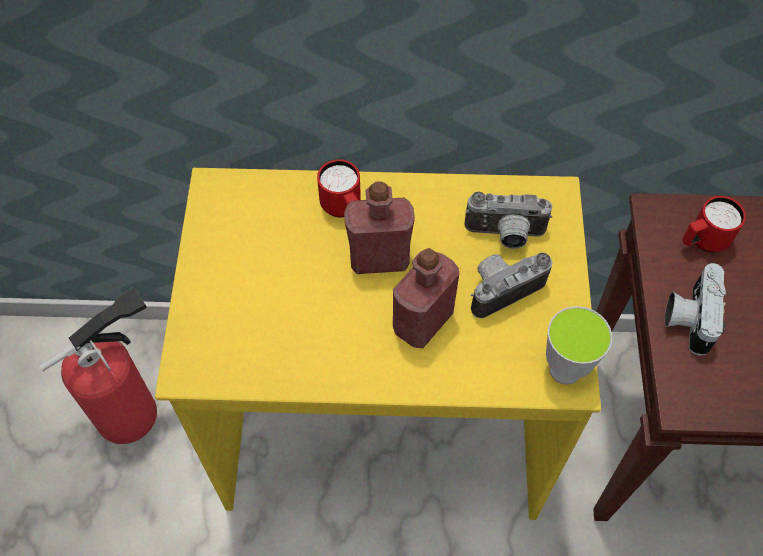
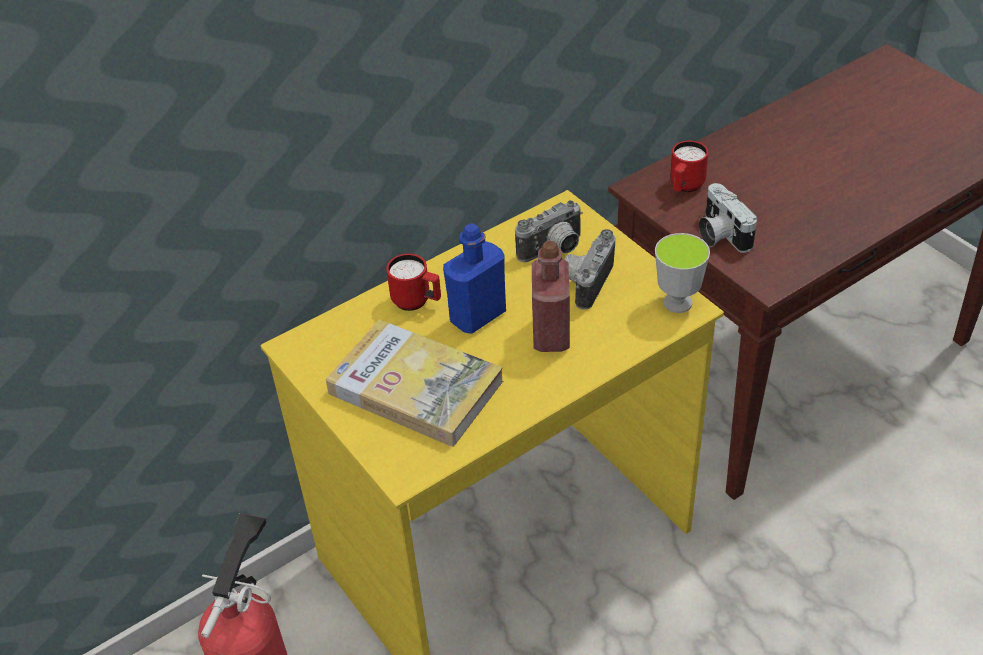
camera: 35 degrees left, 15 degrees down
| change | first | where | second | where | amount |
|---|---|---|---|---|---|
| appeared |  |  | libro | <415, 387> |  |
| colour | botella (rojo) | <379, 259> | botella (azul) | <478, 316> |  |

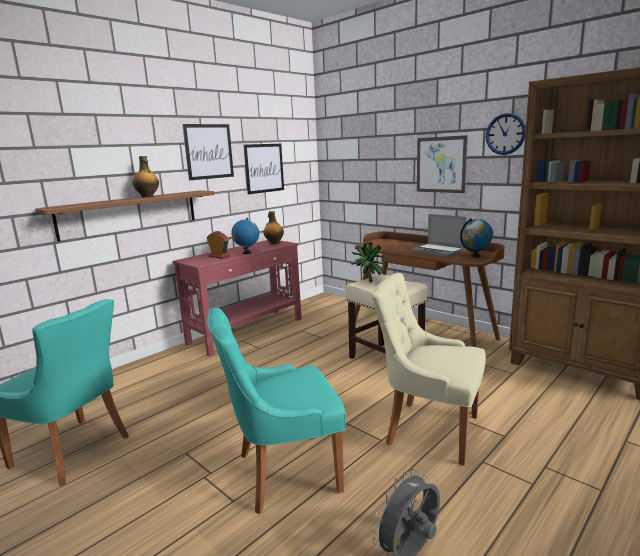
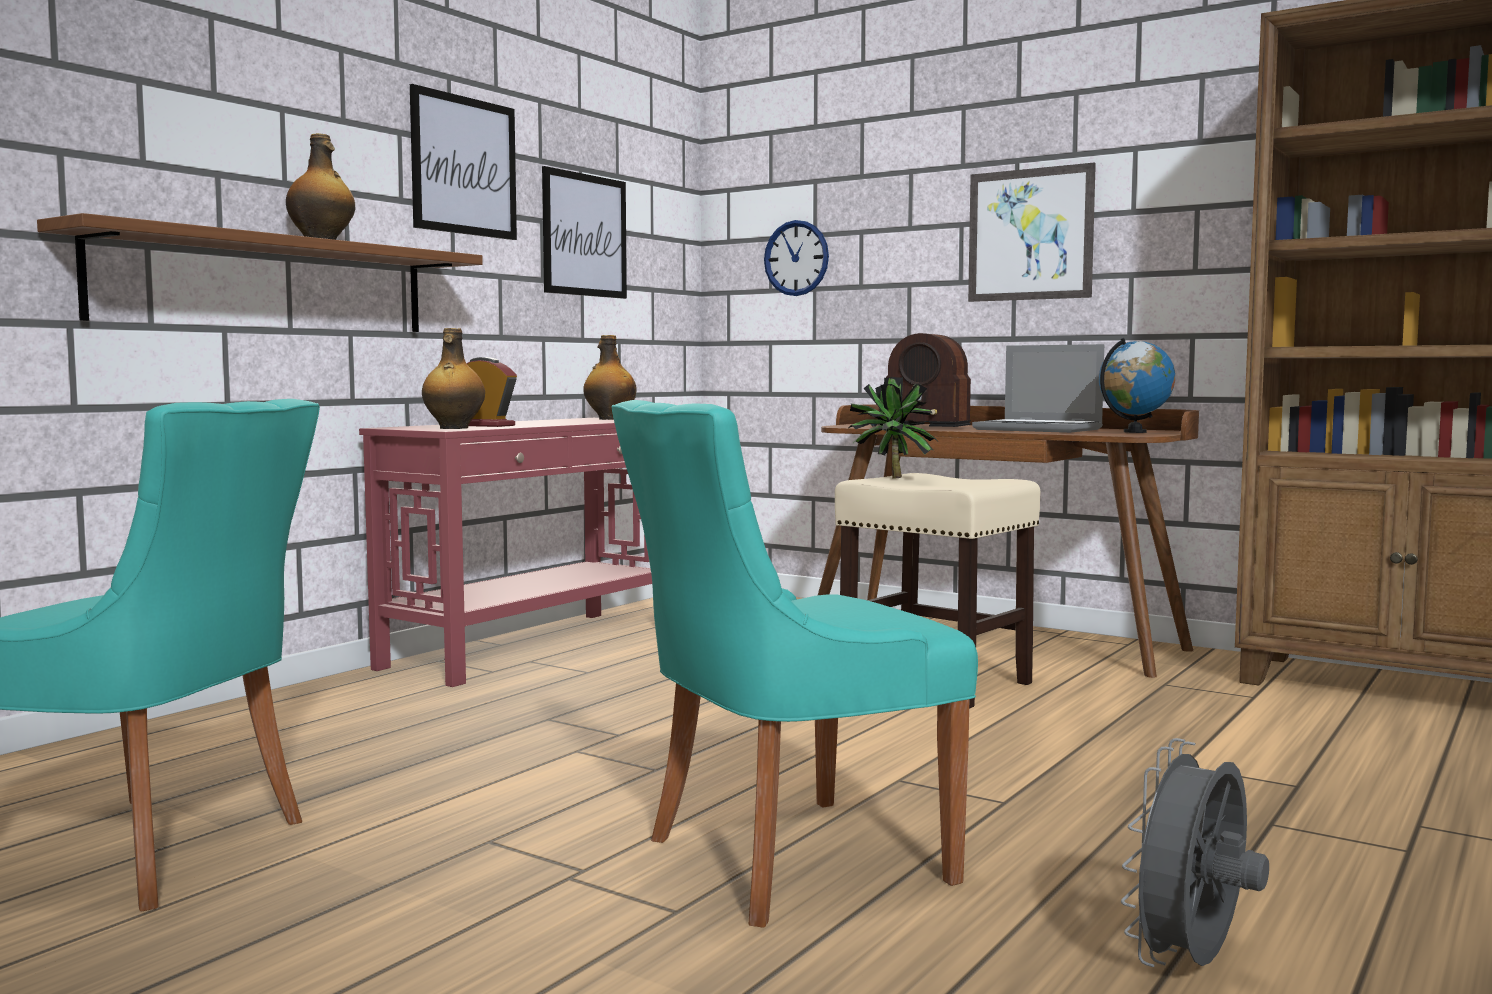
camera: 10 degrees left, 10 degrees down
| change | first | where | second | where | amount |
|---|---|---|---|---|---|
| missing | globo terráqueo | <247, 253> |  |  |  |
| missing | silla (beis) | <428, 429> |  |  |  |
| appeared |  |  | botella | <453, 428> |  |
| appeared |  |  | radio | <920, 427> |  |
| relocated | reloj de pared | <505, 134> |  | <796, 258> |  |

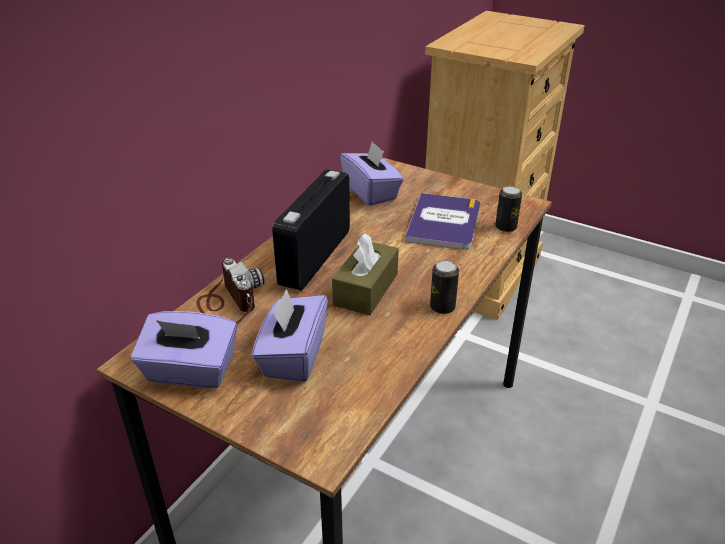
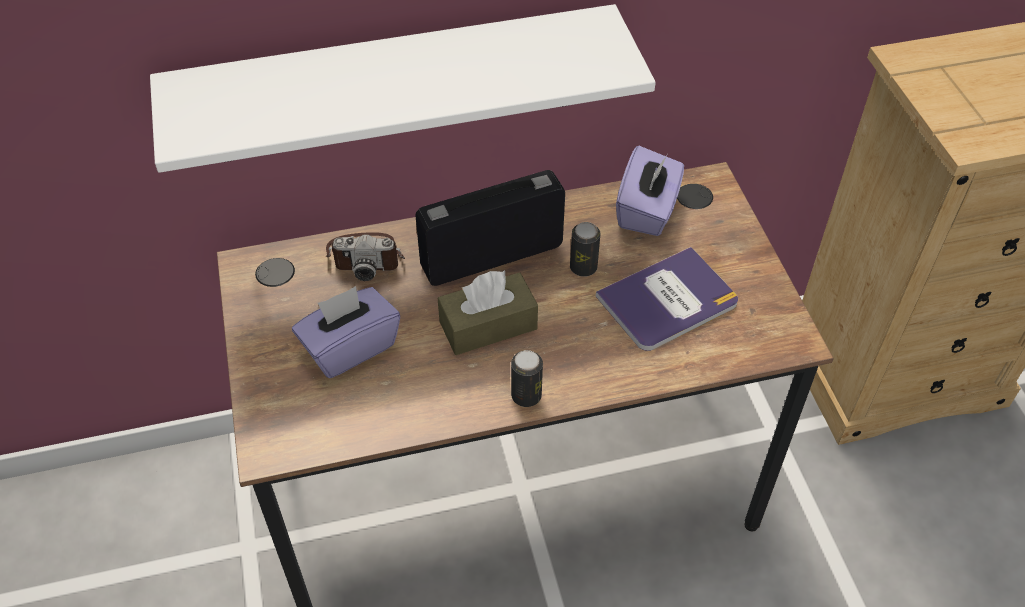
camera: 45 degrees right, 15 degrees up
| change | first | where | second | where | amount |
|---|---|---|---|---|---|
| missing | caja de pañuelos (morado) | <190, 371> |  |  |  |
| appeared |  |  | estante (blanco) | <395, 86> |  |
| relocated | lata | <505, 227> |  | <583, 267> |  |
| spun | cámara | <228, 303> |  | <366, 256> | 75 degrees clockwise |

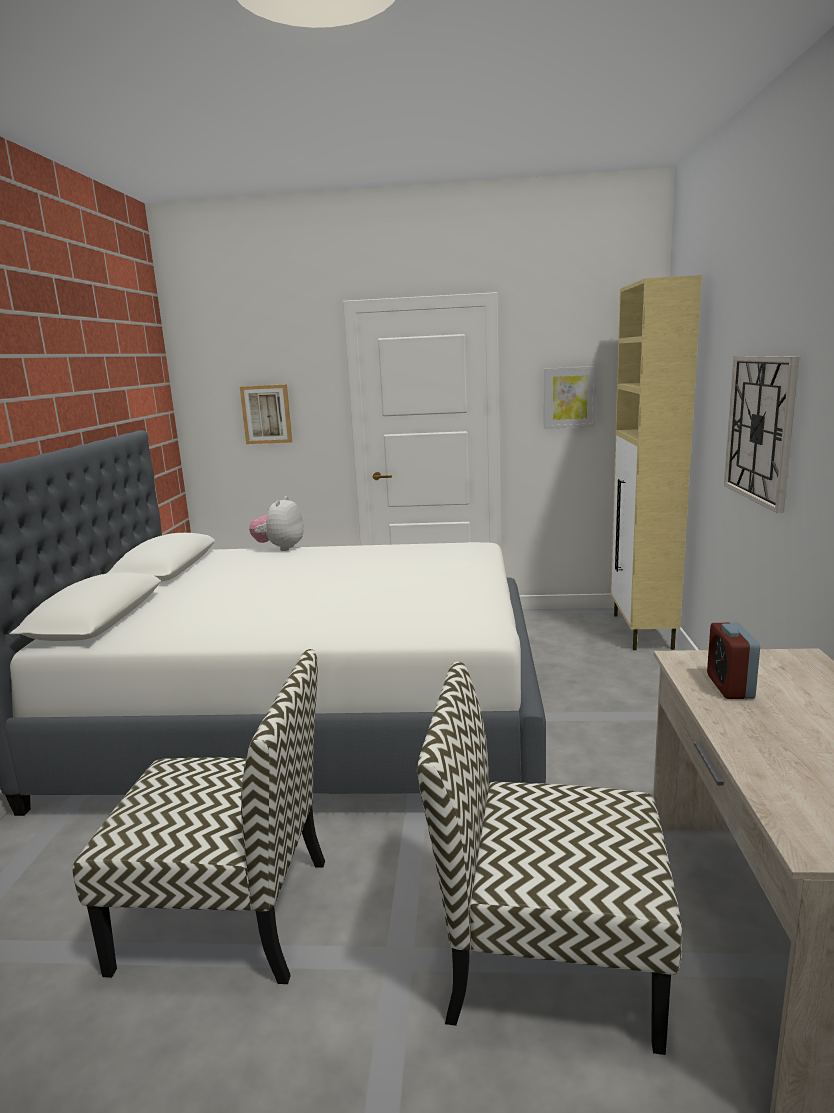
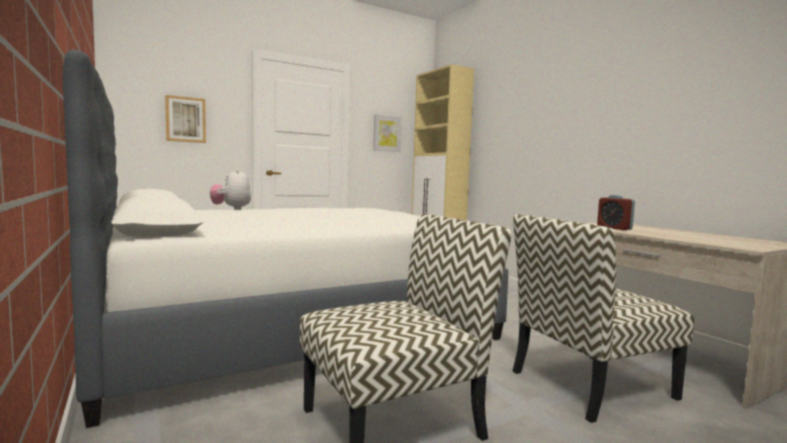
camera: 35 degrees left, 10 degrees down
| change | first | where | second | where | amount |
|---|---|---|---|---|---|
| missing | reloj de pared | <760, 429> |  |  |  |

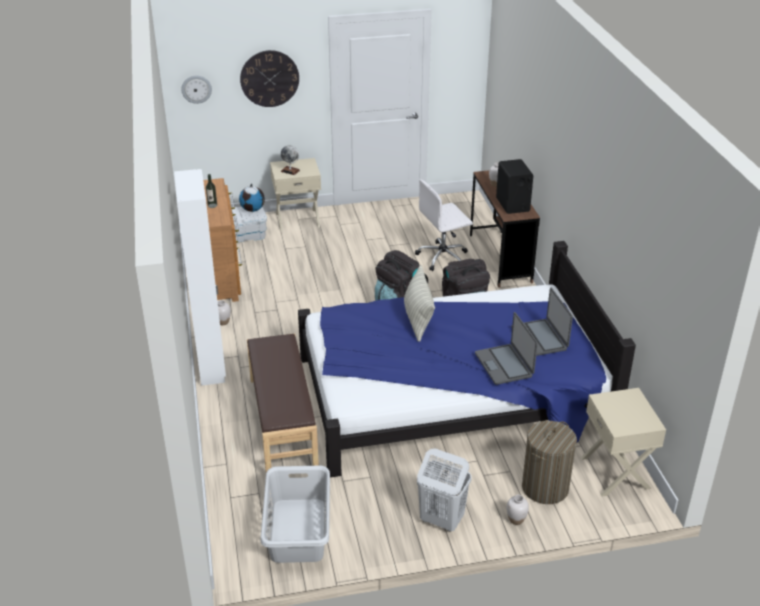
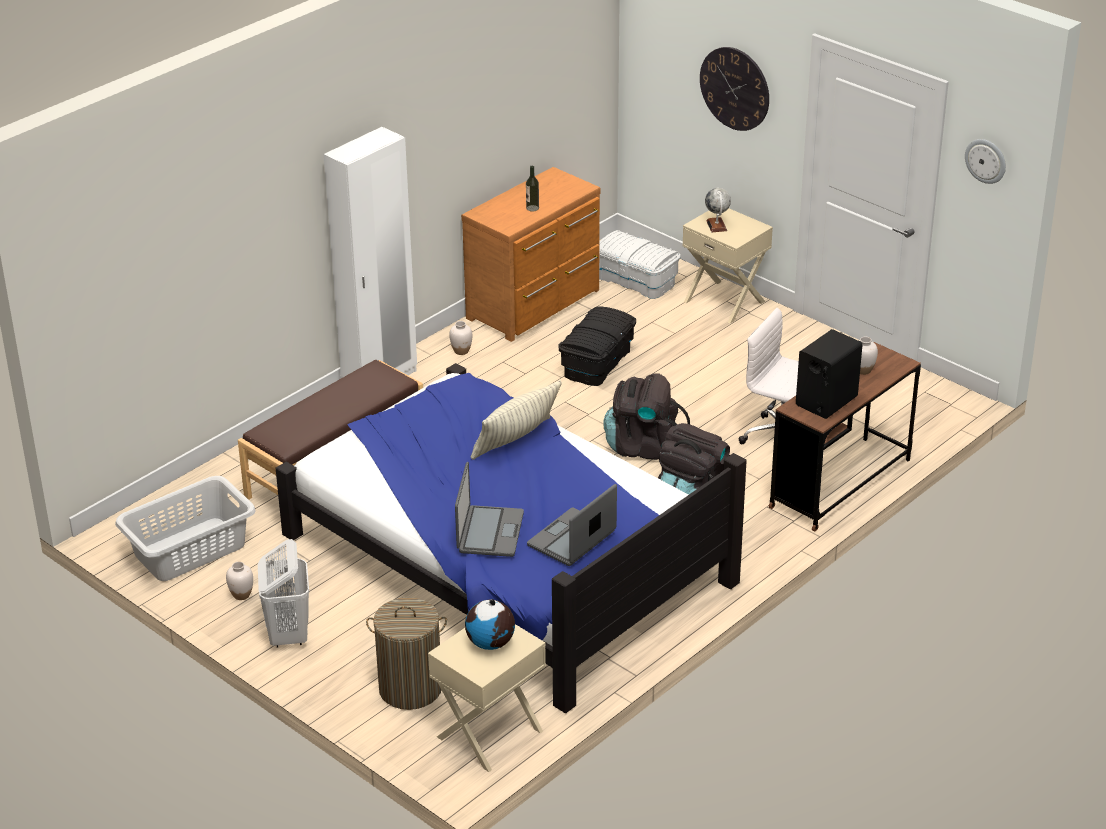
camera: 55 degrees right, 0 degrees up
| change | first | where | second | where | amount |
|---|---|---|---|---|---|
| appeared |  |  | caja de almacenaje (negro) | <597, 363> |  |
| relocated | reloj de pared | <196, 89> |  | <986, 160> |  |
| relocated | globo terráqueo | <253, 209> |  | <491, 643> |  |
| relocated | florero (blanco) | <516, 520> |  | <241, 595> |  |
| spun | portátil | <504, 365> |  | <489, 532> | 150 degrees clockwise |

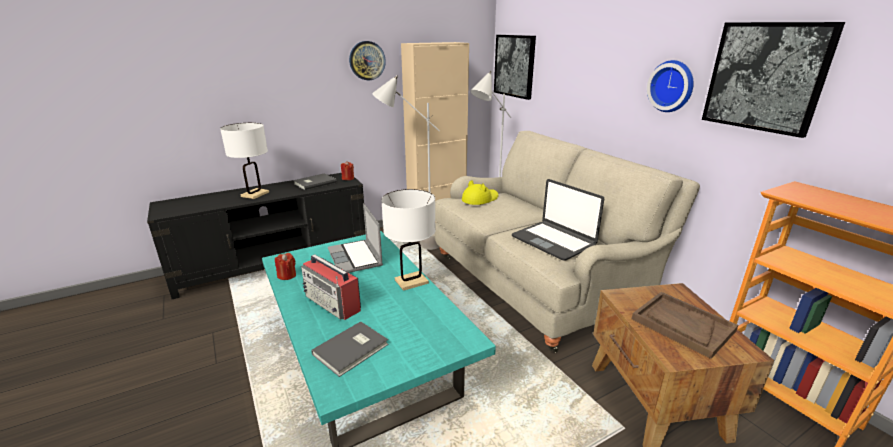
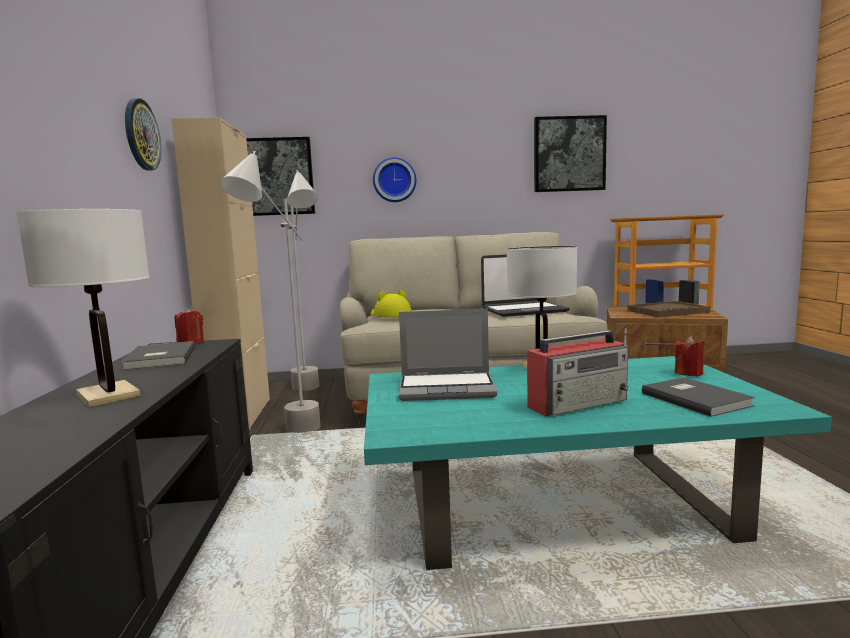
camera: 65 degrees left, 15 degrees down
| change | first | where | second | where | amount |
|---|---|---|---|---|---|
| relocated | vela (rojo) | <287, 275> |  | <688, 373> |  |
| relocated | reloj de pared | <672, 86> |  | <394, 180> |  |

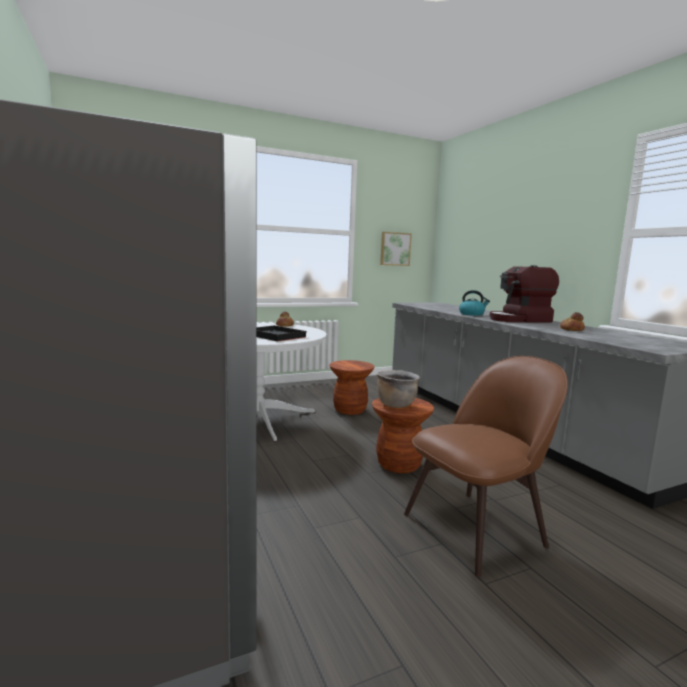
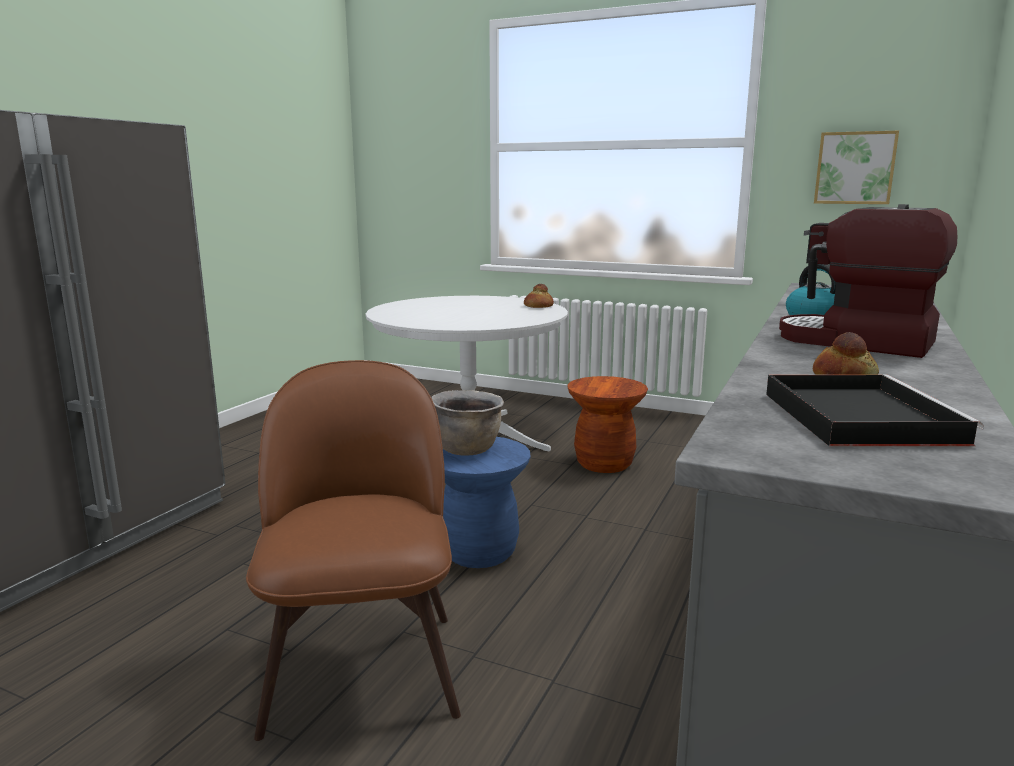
camera: 50 degrees right, 5 degrees up
| change | first | where | second | where | amount |
|---|---|---|---|---|---|
| relocated | bandeja (negro) | <275, 336> |  | <856, 416> |  |
| colour | taburete (marrón) | <399, 464> | taburete (azul) | <479, 552> |  |
| spun | silla (marrón) | <477, 528> |  | <363, 665> | 120 degrees counterclockwise |

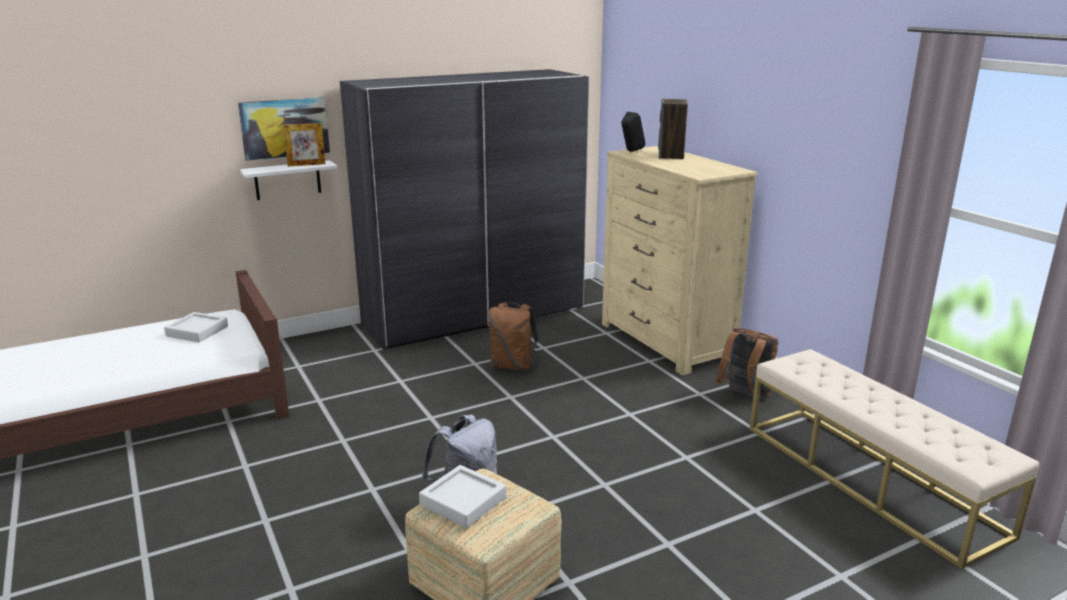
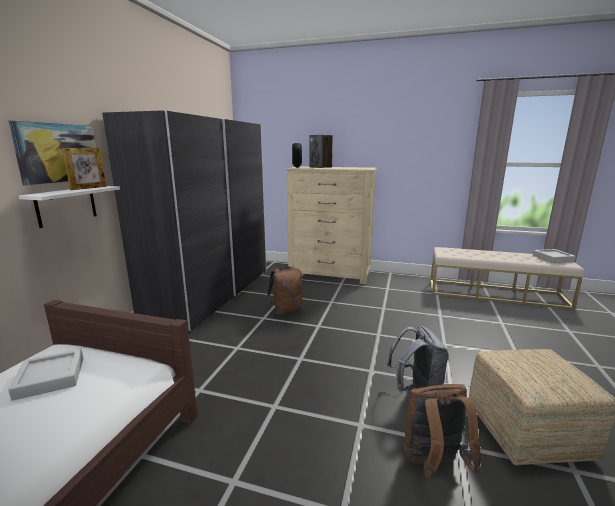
camera: 45 degrees left, 5 degrees down
| change | first | where | second | where | amount |
|---|---|---|---|---|---|
| relocated | bandeja (gris) | <463, 501> |  | <552, 258> |  |
| relocated | mochila (marrón) | <744, 396> |  | <433, 465> |  |

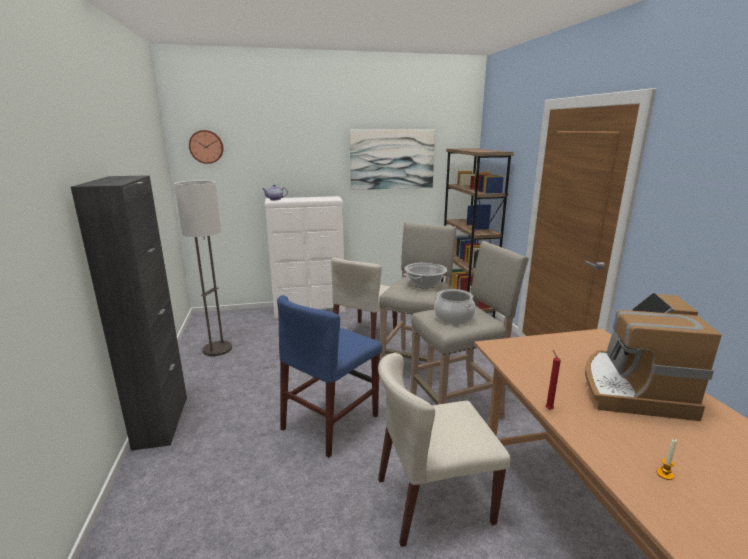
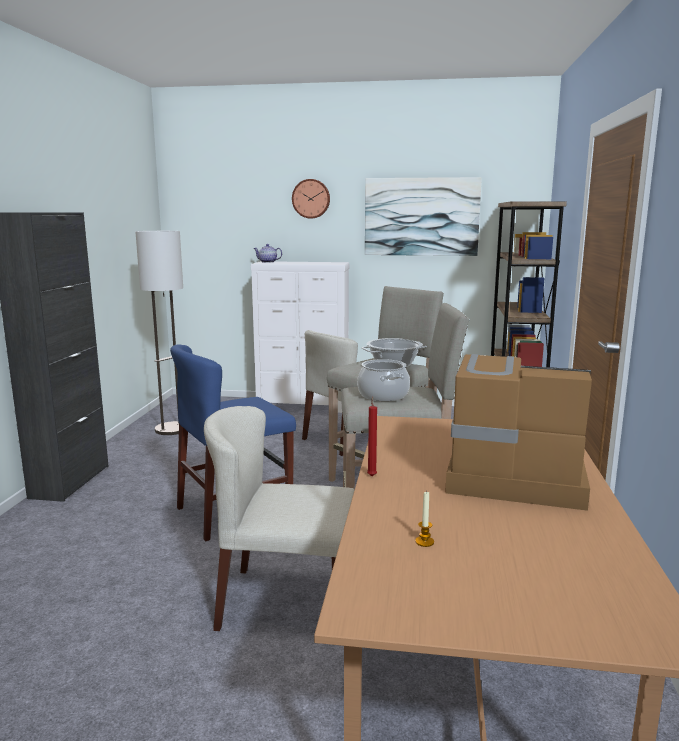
camera: 20 degrees right, 5 degrees down
| change | first | where | second | where | amount |
|---|---|---|---|---|---|
| relocated | reloj de pared | <206, 147> |  | <311, 198> |  |
| spun | cafetera | <632, 388> |  | <512, 477> | 75 degrees clockwise |

